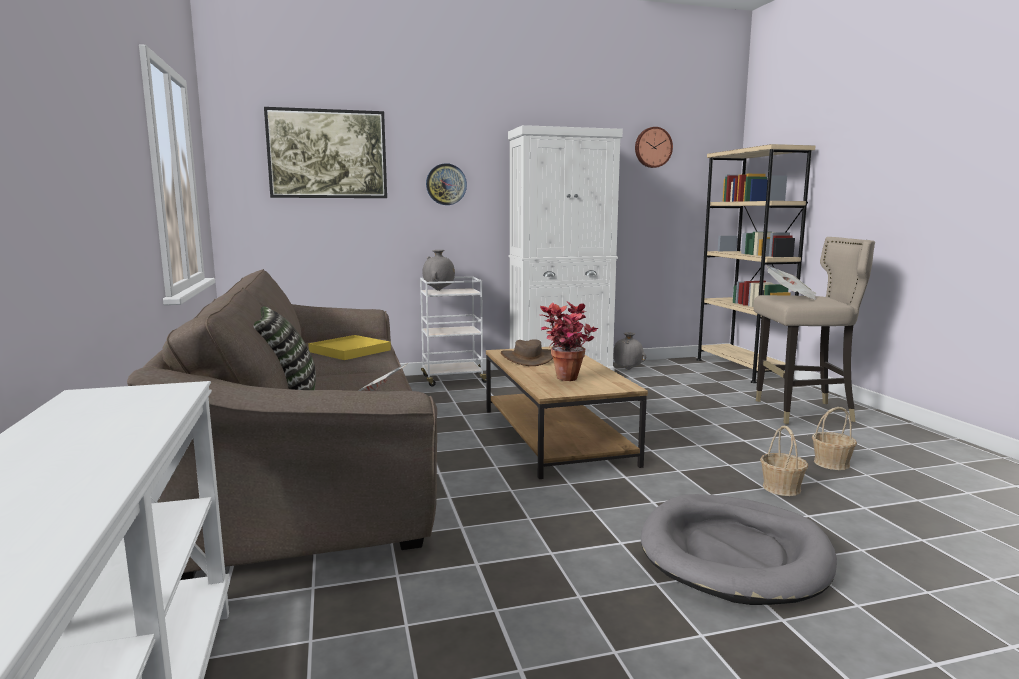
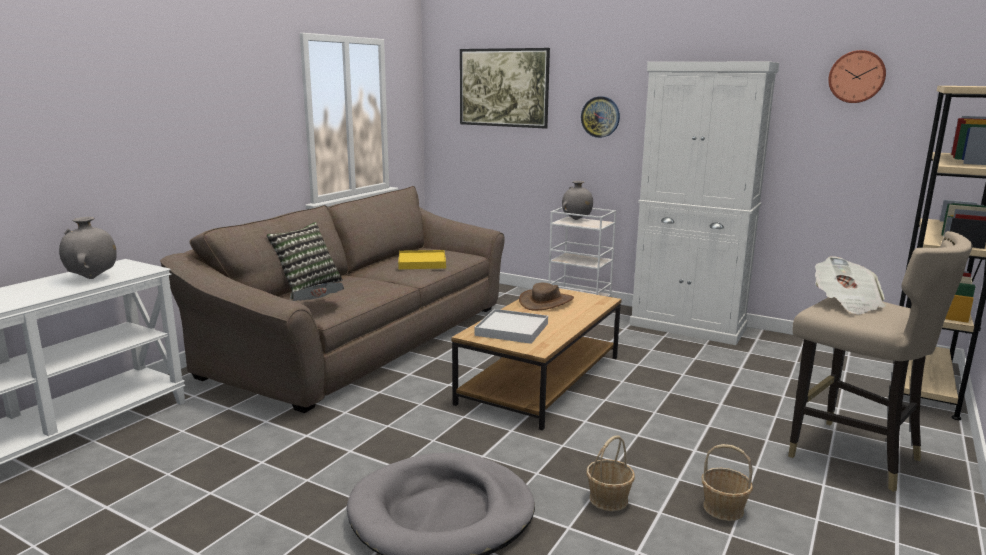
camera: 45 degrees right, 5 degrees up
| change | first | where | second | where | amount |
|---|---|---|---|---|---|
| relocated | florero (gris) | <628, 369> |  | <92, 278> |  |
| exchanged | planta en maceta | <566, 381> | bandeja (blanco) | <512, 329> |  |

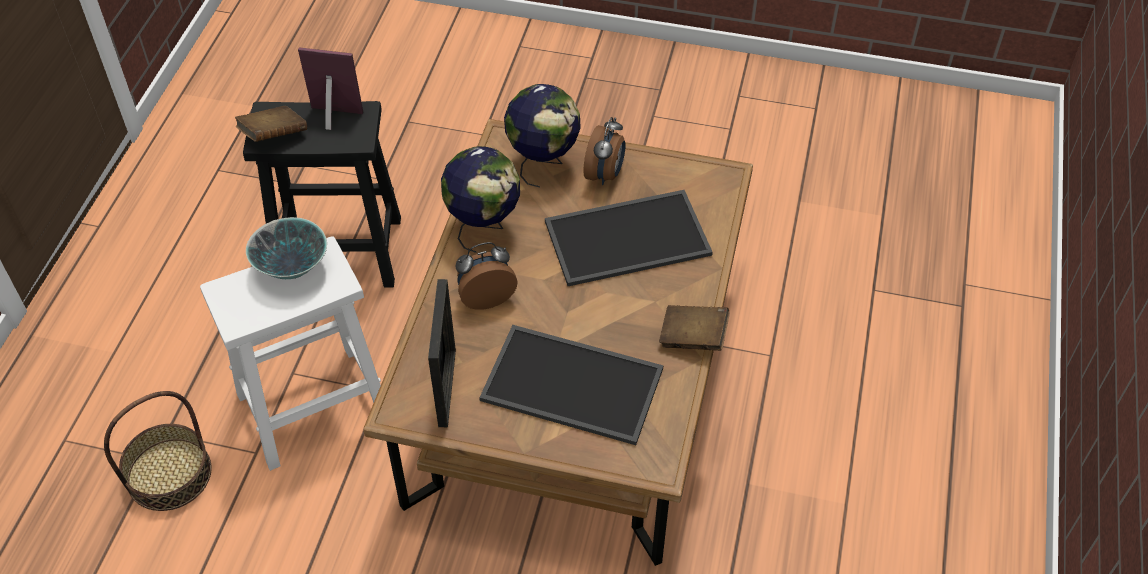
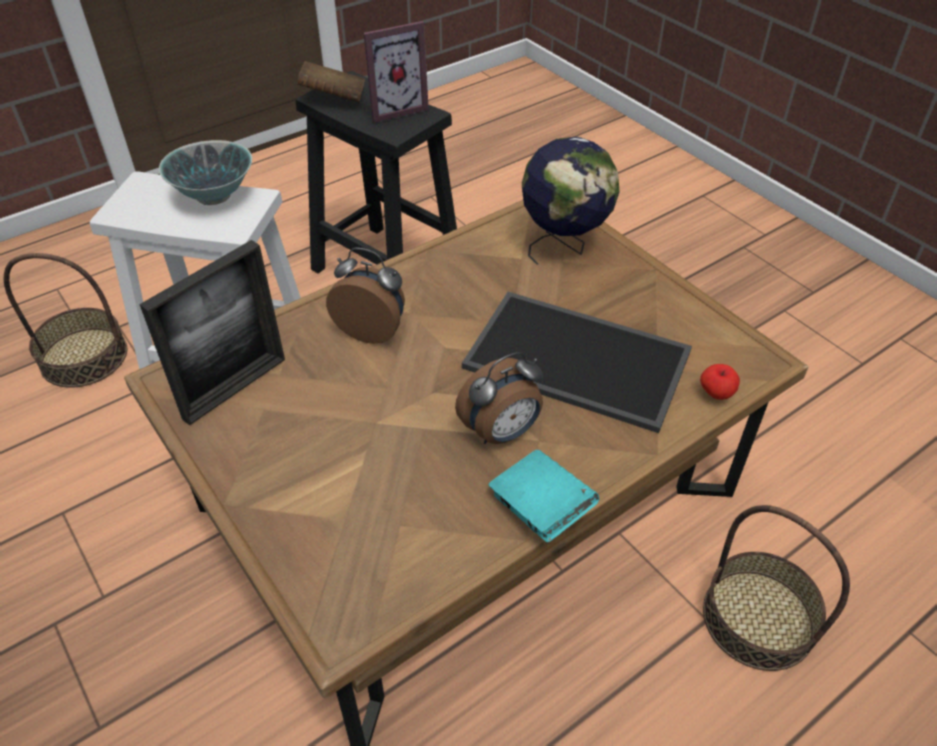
camera: 40 degrees right, 5 degrees down
| change | first | where | second | where | amount |
|---|---|---|---|---|---|
| missing | globo terráqueo | <484, 227> |  |  |  |
| missing | bandeja | <569, 386> |  |  |  |
| appeared |  |  | manzana | <716, 393> |  |
| appeared |  |  | cesta | <757, 619> |  |
| relocated | despertador | <605, 174> |  | <502, 432> |  |
| colour | libro (marrón) | <693, 338> | libro (turquesa) | <540, 509> |  |
| spun | portarretratos | <333, 119> |  | <395, 108> | 105 degrees clockwise |

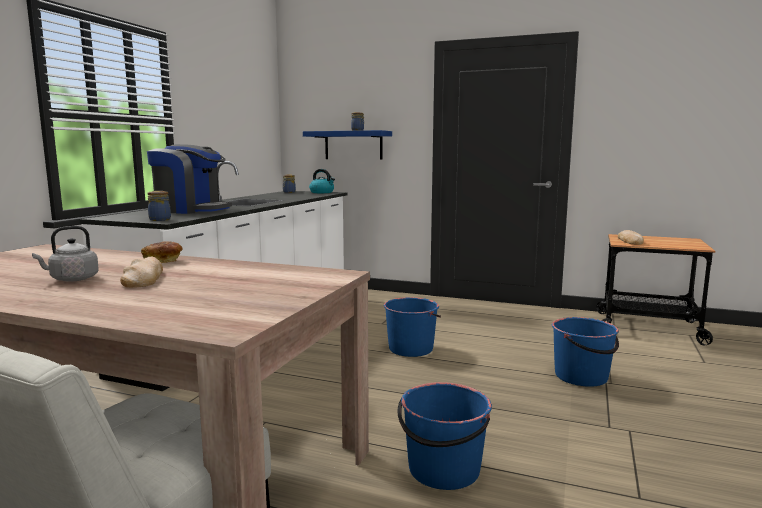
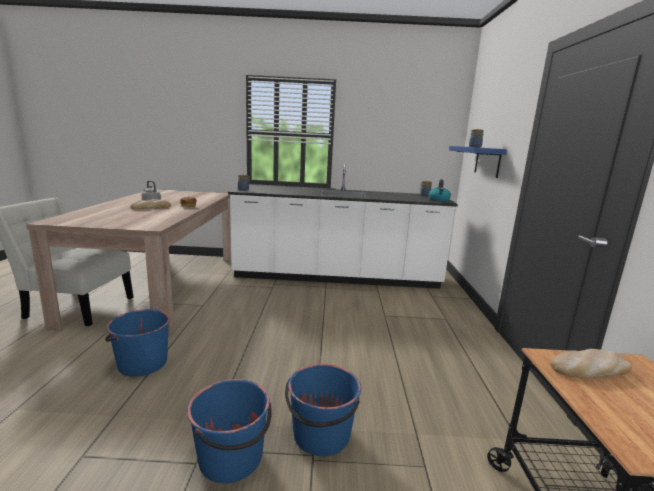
camera: 70 degrees right, 5 degrees up
| change | first | where | second | where | amount |
|---|---|---|---|---|---|
| missing | cafetera | <191, 210> |  |  |  |
| relocated | cubo (azul) | <411, 348> |  | <232, 458> |  |

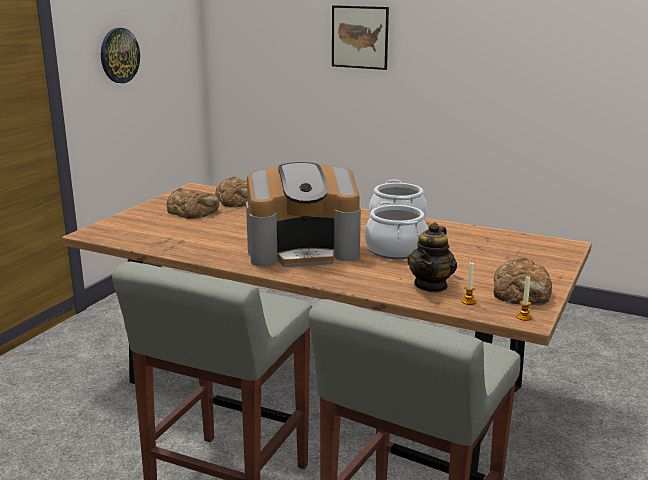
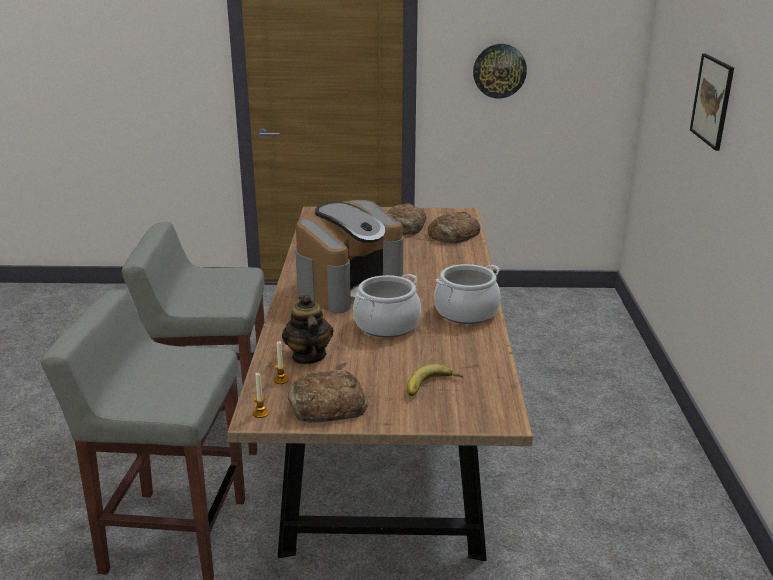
camera: 65 degrees right, 5 degrees up
| change | first | where | second | where | amount |
|---|---|---|---|---|---|
| appeared |  |  | plátano | <432, 387> |  |
| spun | cafetera | <303, 250> |  | <349, 287> | 105 degrees counterclockwise |
| spun | tetera | <431, 285> |  | <308, 356> | 75 degrees clockwise |

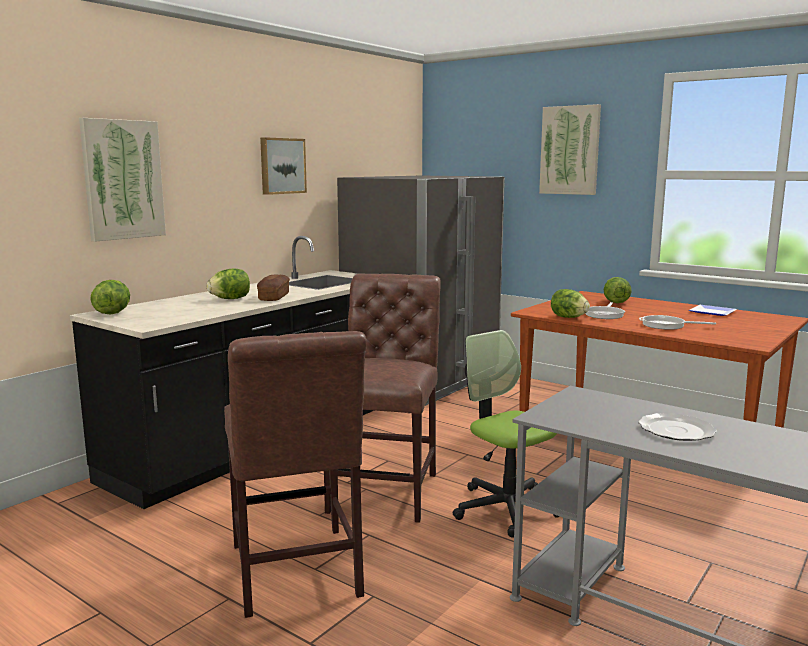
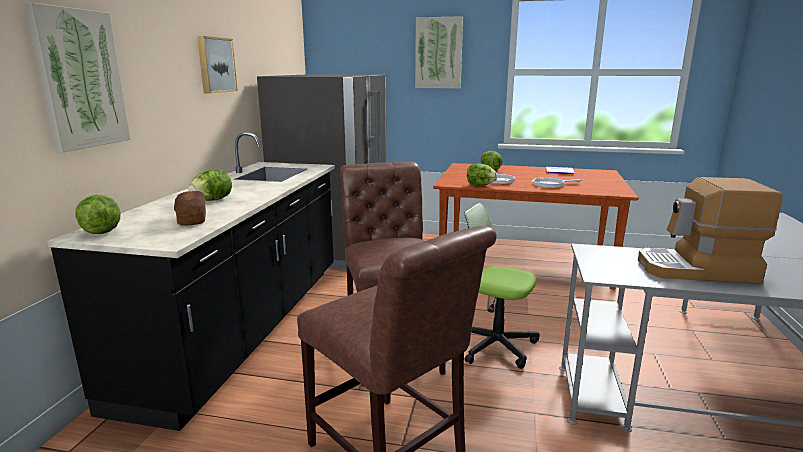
camera: 25 degrees left, 5 degrees up
| change | first | where | second | where | amount |
|---|---|---|---|---|---|
| relocated | pan | <274, 297> |  | <192, 218> |  |
| exchanged | plato | <677, 431> | cafetera | <697, 270> |  |

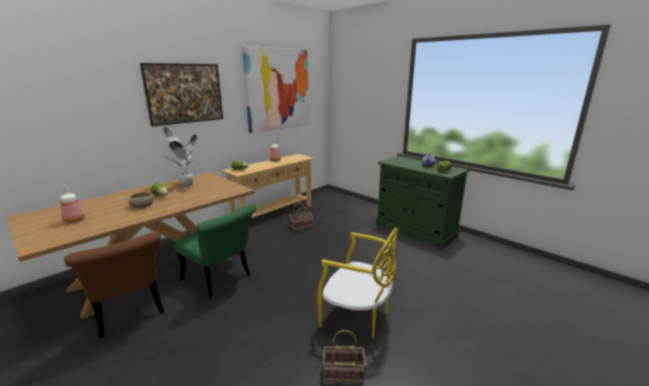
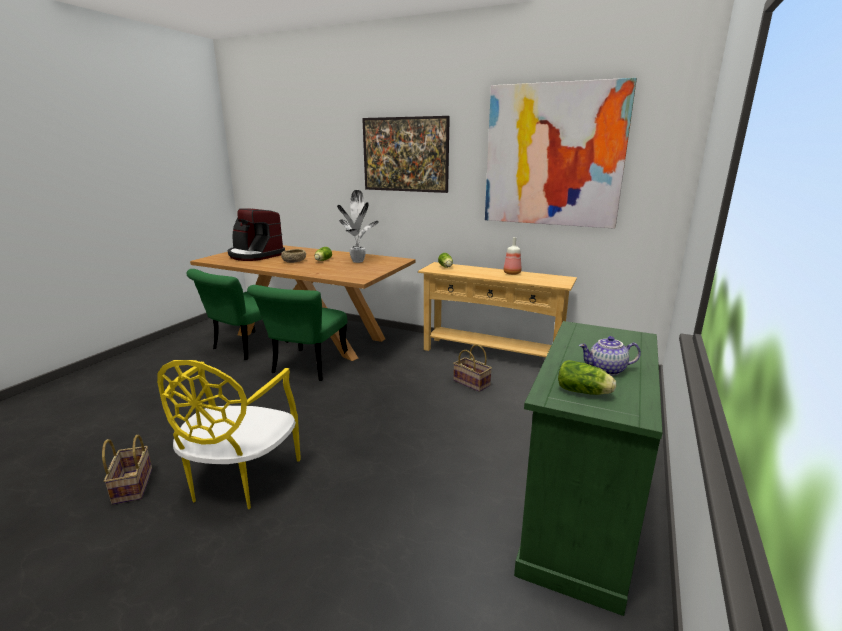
camera: 70 degrees right, 0 degrees up
| change | first | where | second | where | amount |
|---|---|---|---|---|---|
| exchanged | botella | <75, 220> | cafetera | <255, 255> |  |
| colour | silla (marrón) | <130, 314> | silla (verde) | <244, 348> |  |

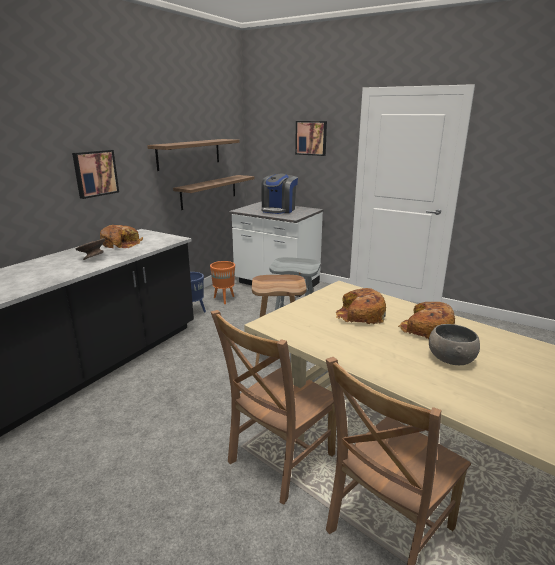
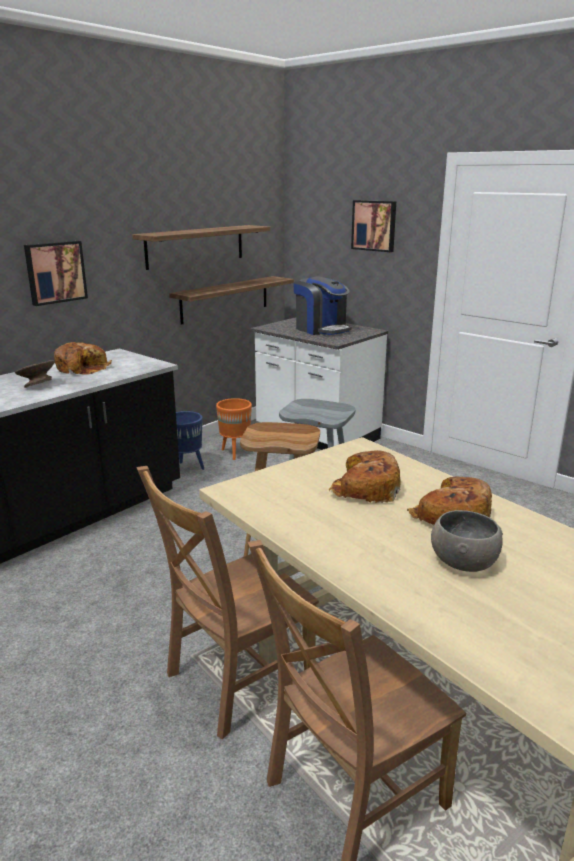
camera: 10 degrees right, 0 degrees up
| change | first | where | second | where | amount |
|---|---|---|---|---|---|
| spun | cafetera | <278, 210> |  | <321, 329> | 75 degrees counterclockwise |

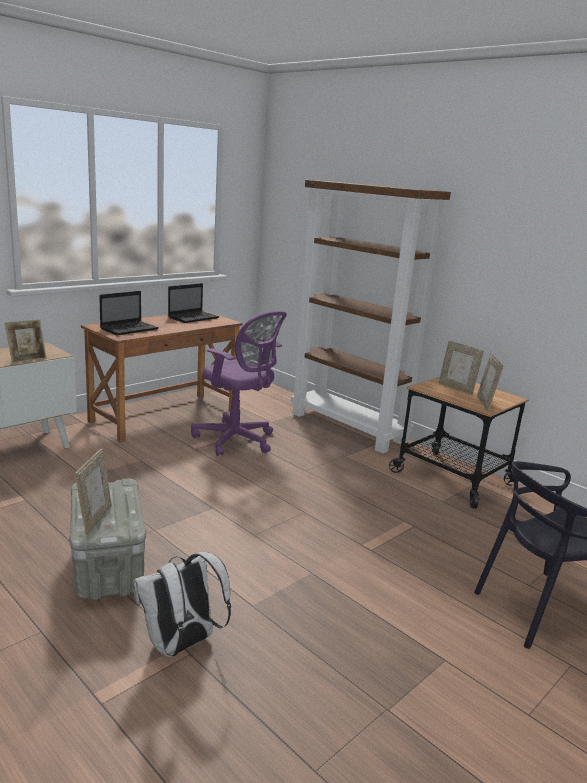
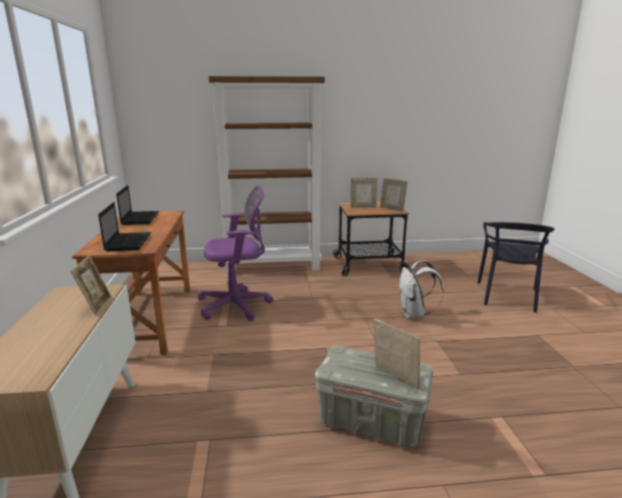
camera: 50 degrees left, 0 degrees up
| change | first | where | second | where | amount |
|---|---|---|---|---|---|
| relocated | mochila (blanco) | <181, 645> |  | <414, 314> |  |

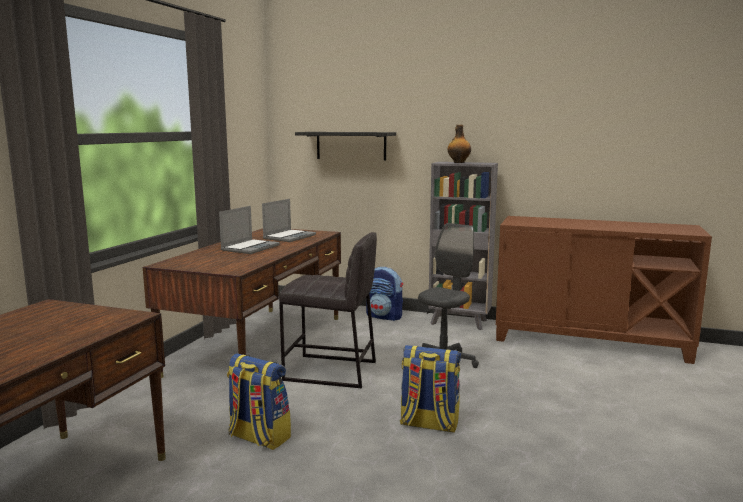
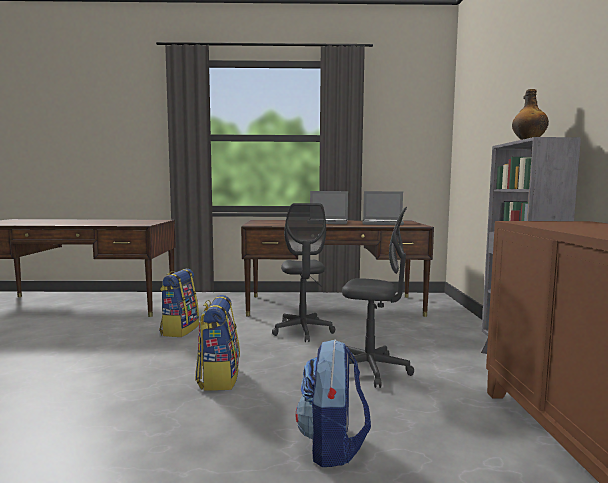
camera: 70 degrees right, 5 degrees down
| change | first | where | second | where | amount |
|---|---|---|---|---|---|
| missing | estante (negro) | <351, 145> |  |  |  |
| relocated | mochila | <384, 316> |  | <332, 445> |  |
| exchanged | taburete (gris) | <331, 371> | silla de oficina (gris) | <303, 331> |  |

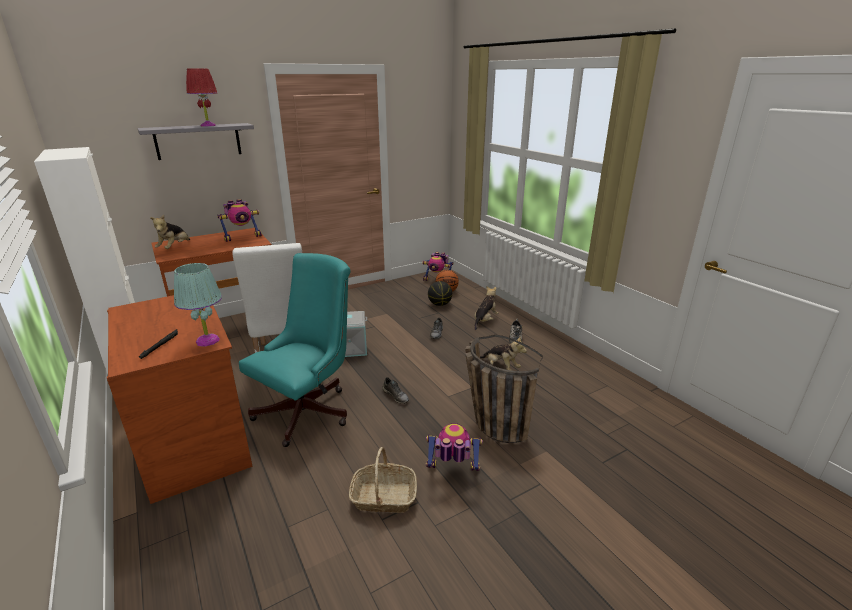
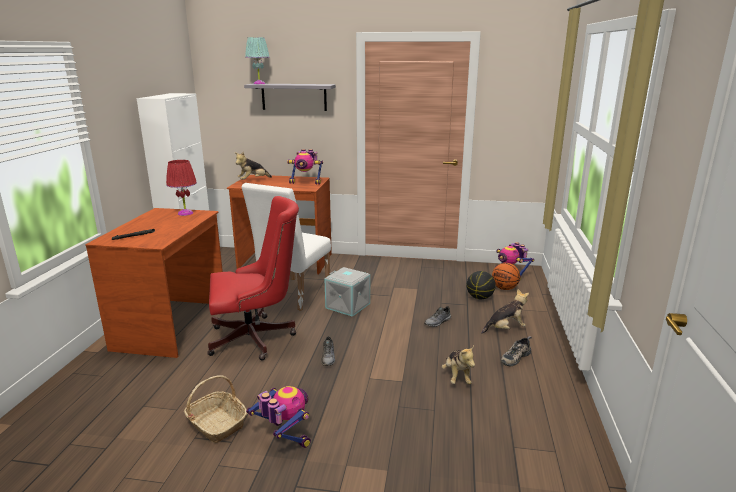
camera: 40 degrees right, 5 degrees down
| change | first | where | second | where | amount |
|---|---|---|---|---|---|
| missing | cesta | <490, 422> |  |  |  |
| relocated | lámpara de mesa (turquesa) | <207, 340> |  | <259, 84> |  |
| relocated | lámpara de mesa (rojo) | <208, 125> |  | <185, 213> |  |
| colour | silla de oficina (turquesa) | <309, 410> | silla de oficina (rojo) | <257, 338> |  |

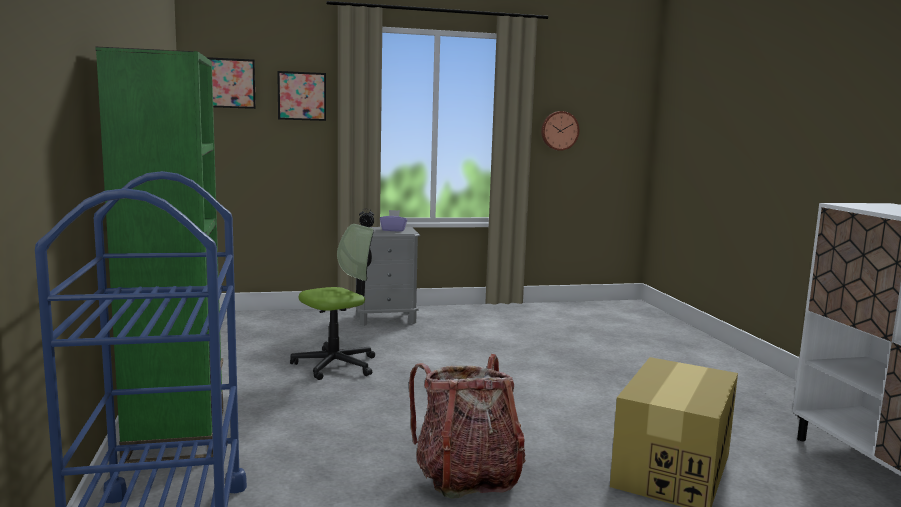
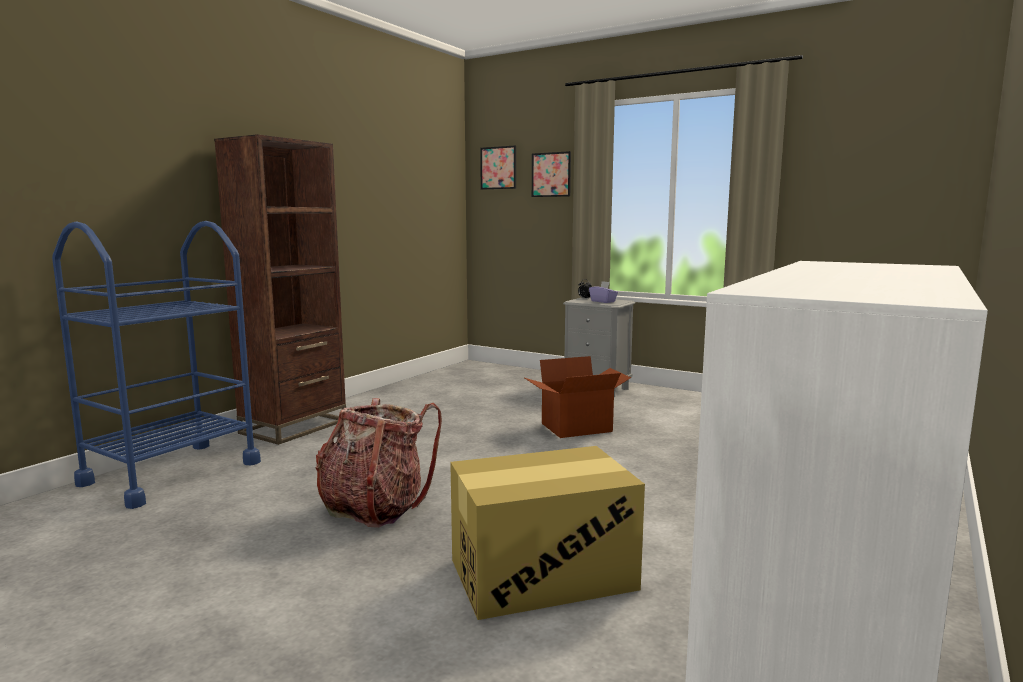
camera: 45 degrees right, 0 degrees up
| change | first | where | second | where | amount |
|---|---|---|---|---|---|
| missing | silla de oficina | <336, 365> |  |  |  |
| missing | reloj de pared | <559, 130> |  |  |  |
| appeared |  |  | caja de cartón | <577, 428> |  |
| colour | estantería (verde) | <177, 436> | estantería (marrón) | <294, 427> |  |

